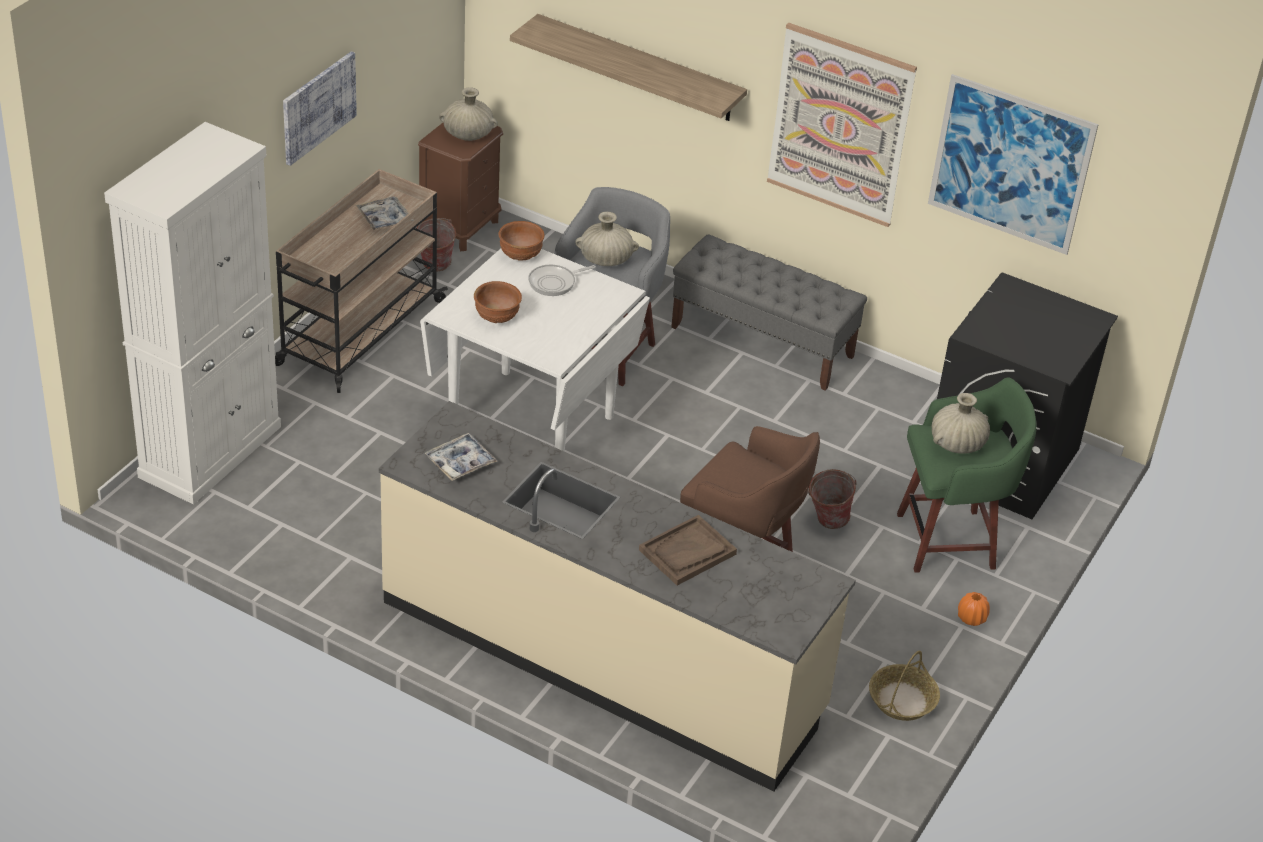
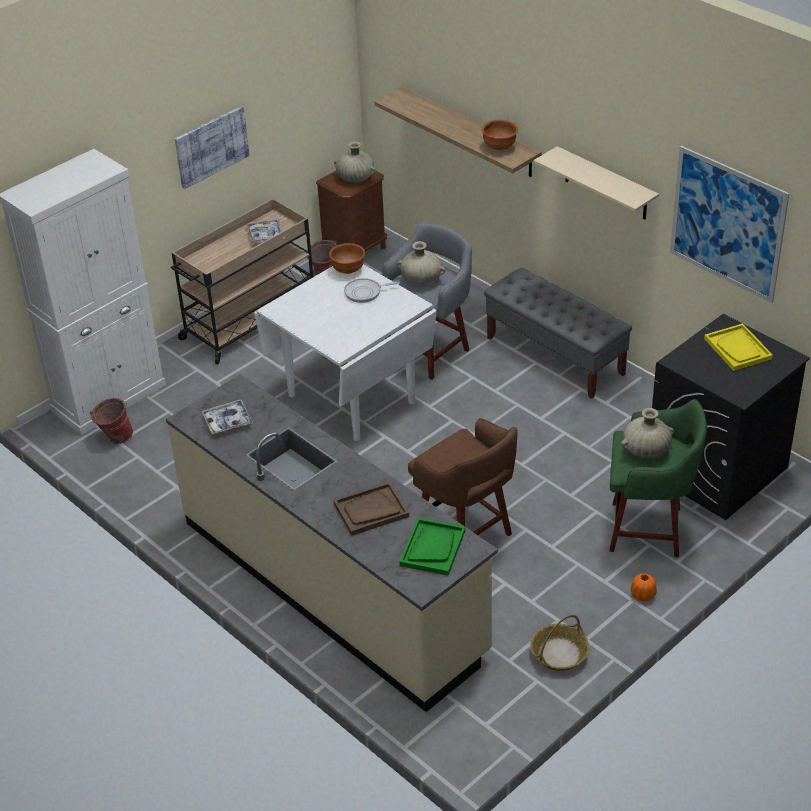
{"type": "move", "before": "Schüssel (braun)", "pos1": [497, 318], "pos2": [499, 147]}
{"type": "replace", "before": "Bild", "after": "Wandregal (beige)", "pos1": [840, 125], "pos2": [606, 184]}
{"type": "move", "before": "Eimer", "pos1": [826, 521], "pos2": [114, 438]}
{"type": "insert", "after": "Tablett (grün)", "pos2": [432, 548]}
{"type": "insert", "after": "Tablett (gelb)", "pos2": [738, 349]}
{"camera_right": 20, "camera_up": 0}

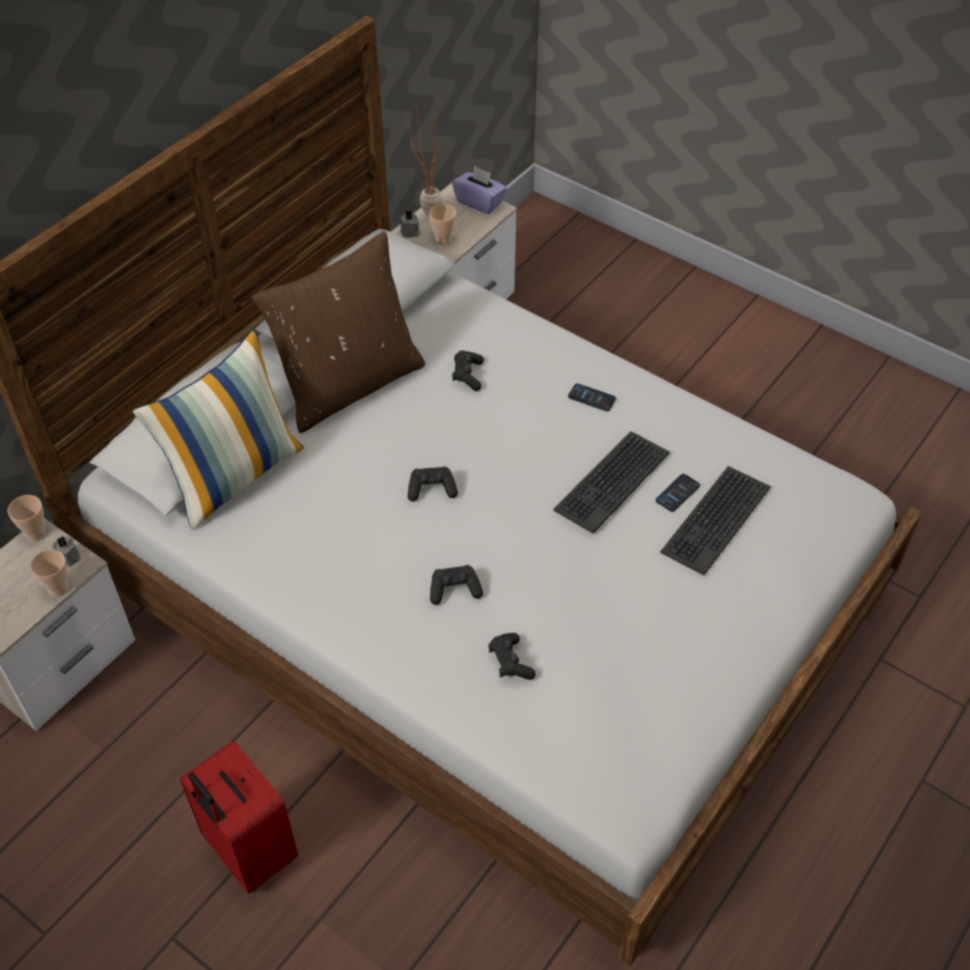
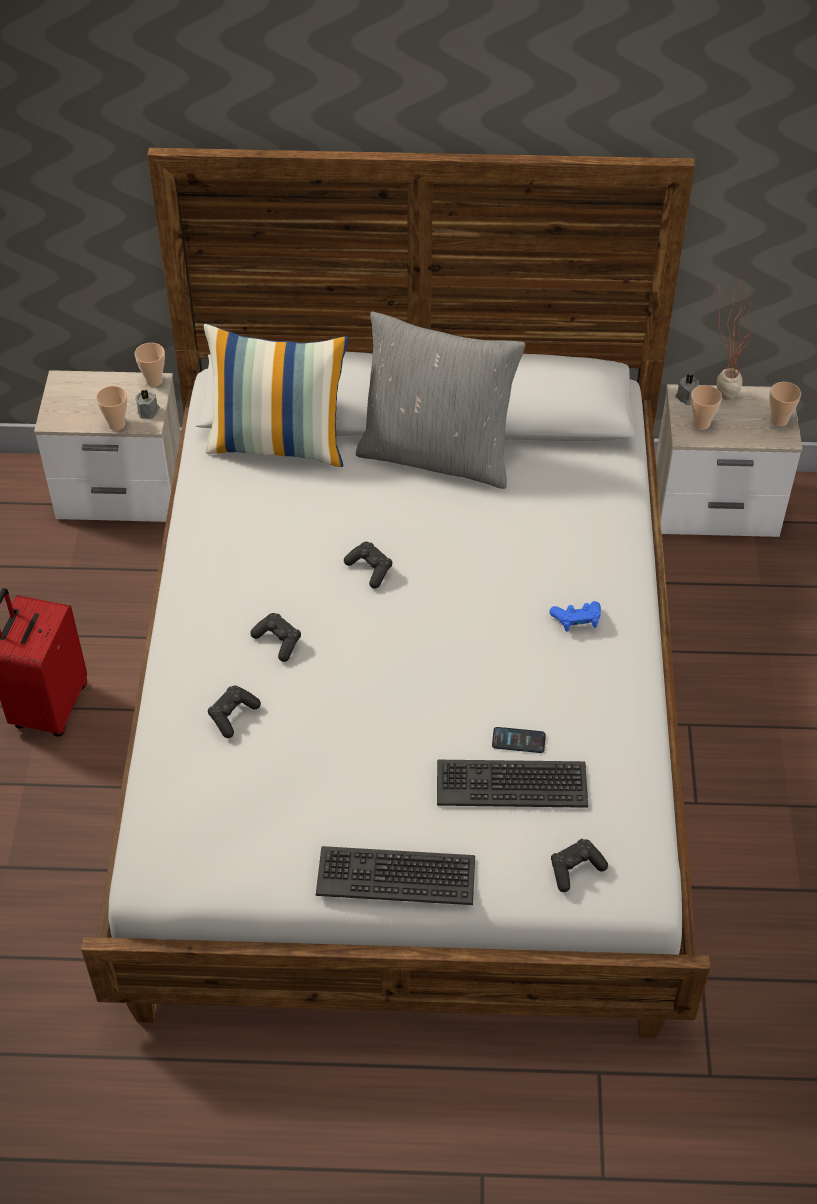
{"type": "recolor", "before": "Kissen (braun)", "after": "Kissen (grau)", "pos1": [349, 384], "pos2": [437, 454]}
{"type": "replace", "before": "Taschentuchbox (lila)", "after": "Tasse", "pos1": [479, 202], "pos2": [779, 420]}
{"type": "move", "before": "Gamepad (schwarz)", "pos1": [467, 375], "pos2": [575, 869]}
{"type": "move", "before": "Tastatur", "pos1": [611, 481], "pos2": [396, 875]}
{"type": "replace", "before": "Handy", "after": "Gamepad (blau)", "pos1": [591, 398], "pos2": [577, 621]}
{"camera_right": 55, "camera_up": 0}

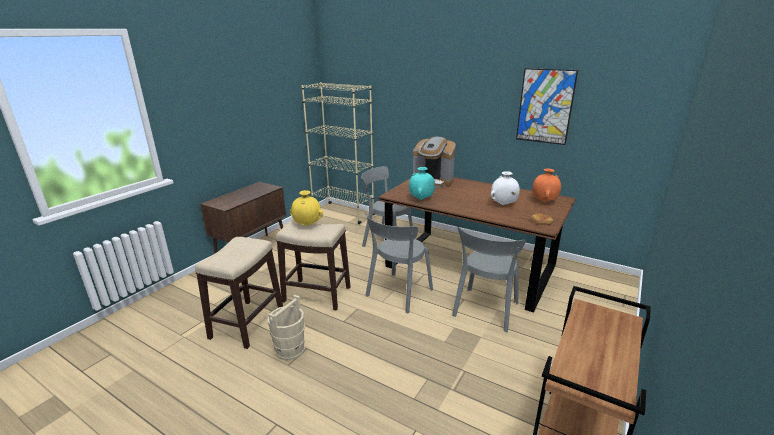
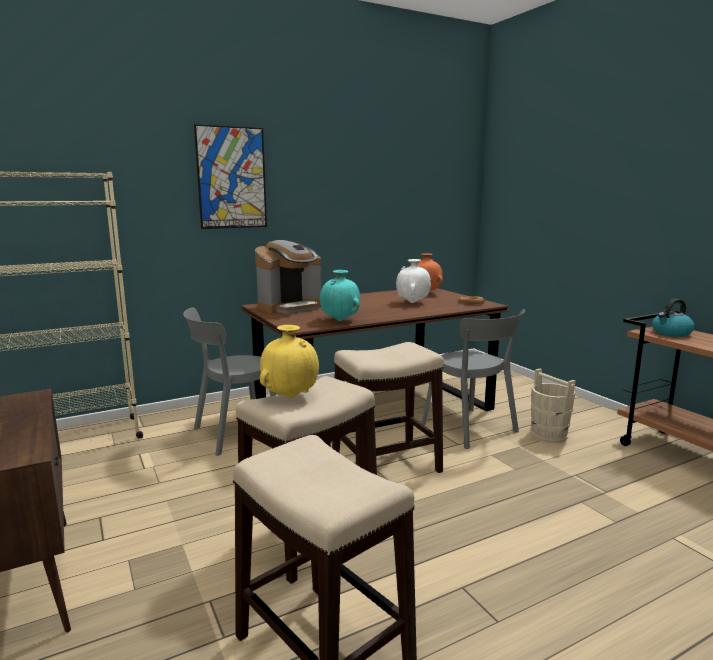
{"type": "move", "before": "Eimer (beige)", "pos1": [289, 349], "pos2": [549, 435]}
{"type": "replace", "before": "Stuhl (grau)", "after": "Hocker", "pos1": [397, 294], "pos2": [385, 467]}
{"type": "move", "before": "Bild", "pos1": [545, 106], "pos2": [232, 178]}
{"type": "insert", "after": "Wasserkessel", "pos2": [671, 333]}
{"camera_right": -60, "camera_up": -10}

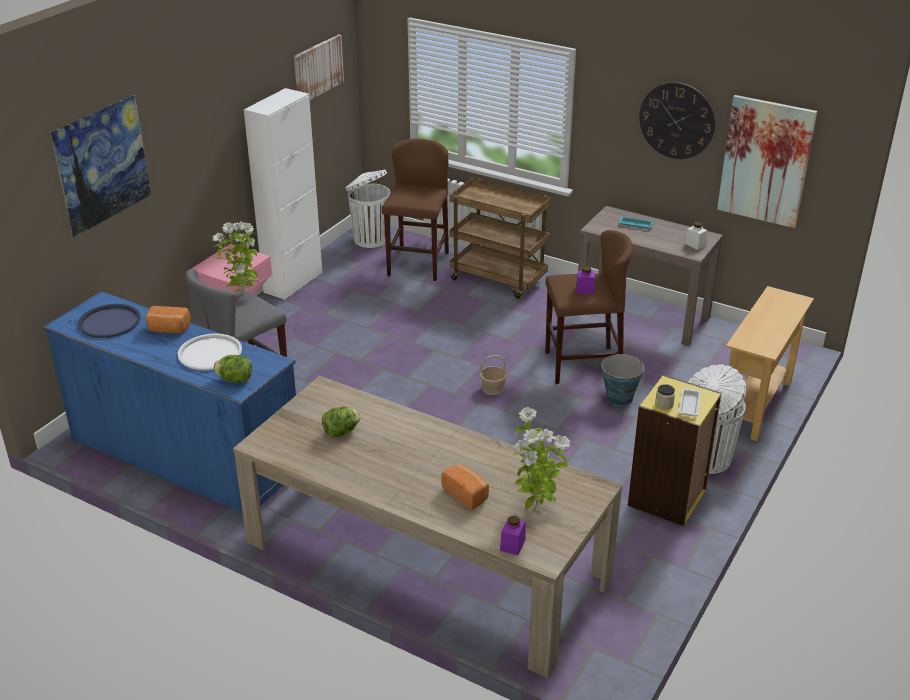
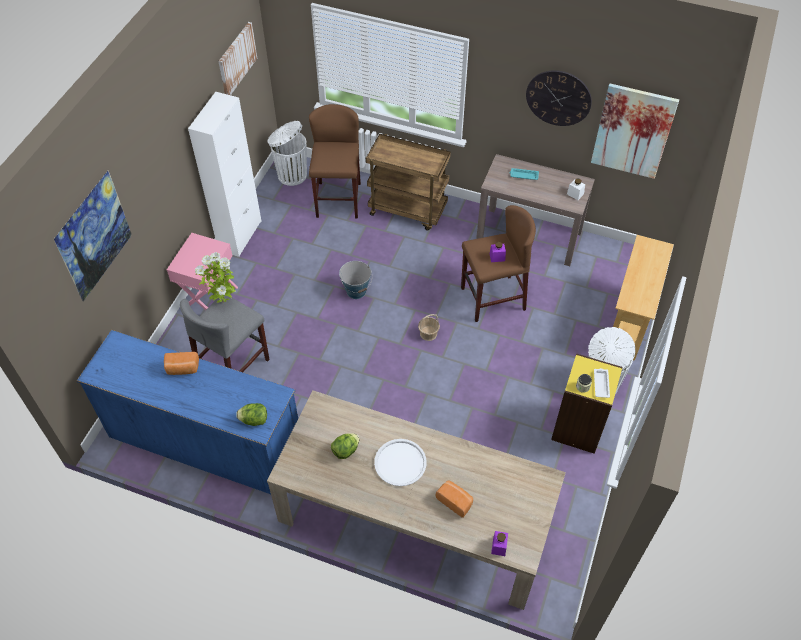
{"type": "delete", "before": "Tablett (blau)", "pos1": [109, 322]}
{"type": "move", "before": "Tablett (weiß)", "pos1": [210, 353], "pos2": [400, 463]}
{"type": "delete", "before": "Topfpflanze", "pos1": [535, 506]}
{"type": "move", "before": "Eimer", "pos1": [619, 398], "pos2": [356, 291]}
{"camera_right": -10, "camera_up": 20}

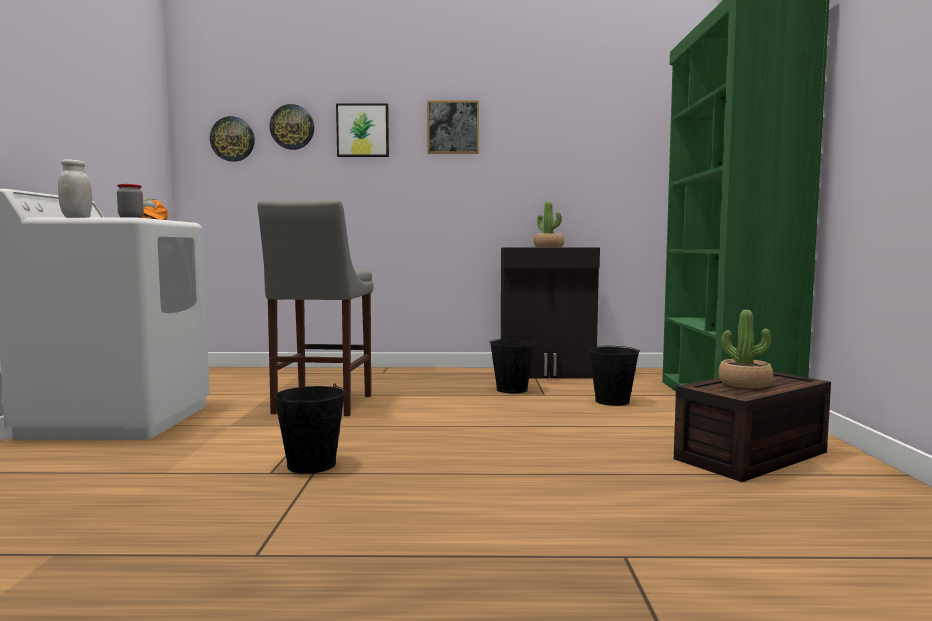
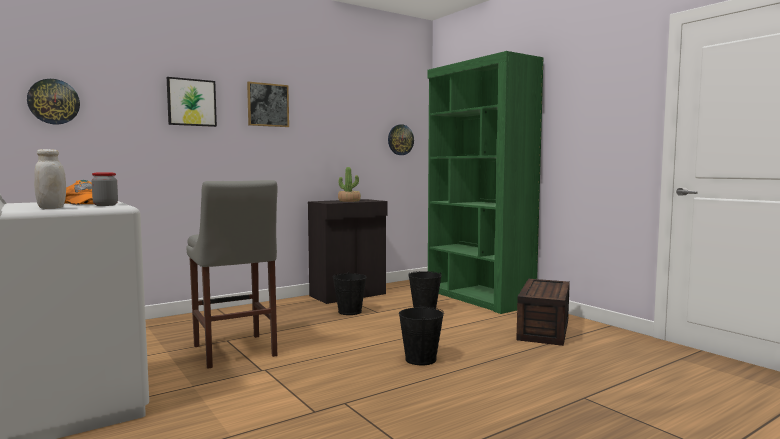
{"type": "move", "before": "Wanduhr", "pos1": [292, 127], "pos2": [400, 140]}
{"type": "move", "before": "Eimer (schwarz)", "pos1": [311, 465], "pos2": [420, 359]}
{"type": "delete", "before": "Topfpflanze", "pos1": [745, 384]}
{"camera_right": -35, "camera_up": 0}

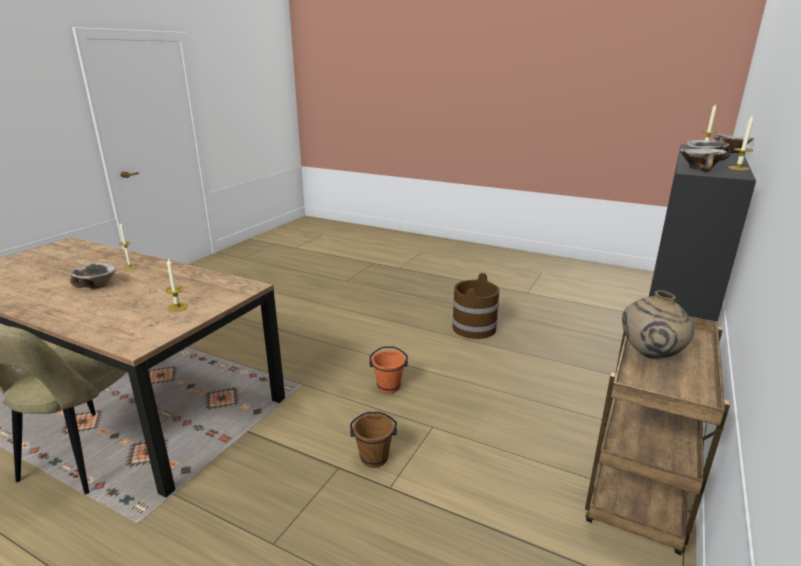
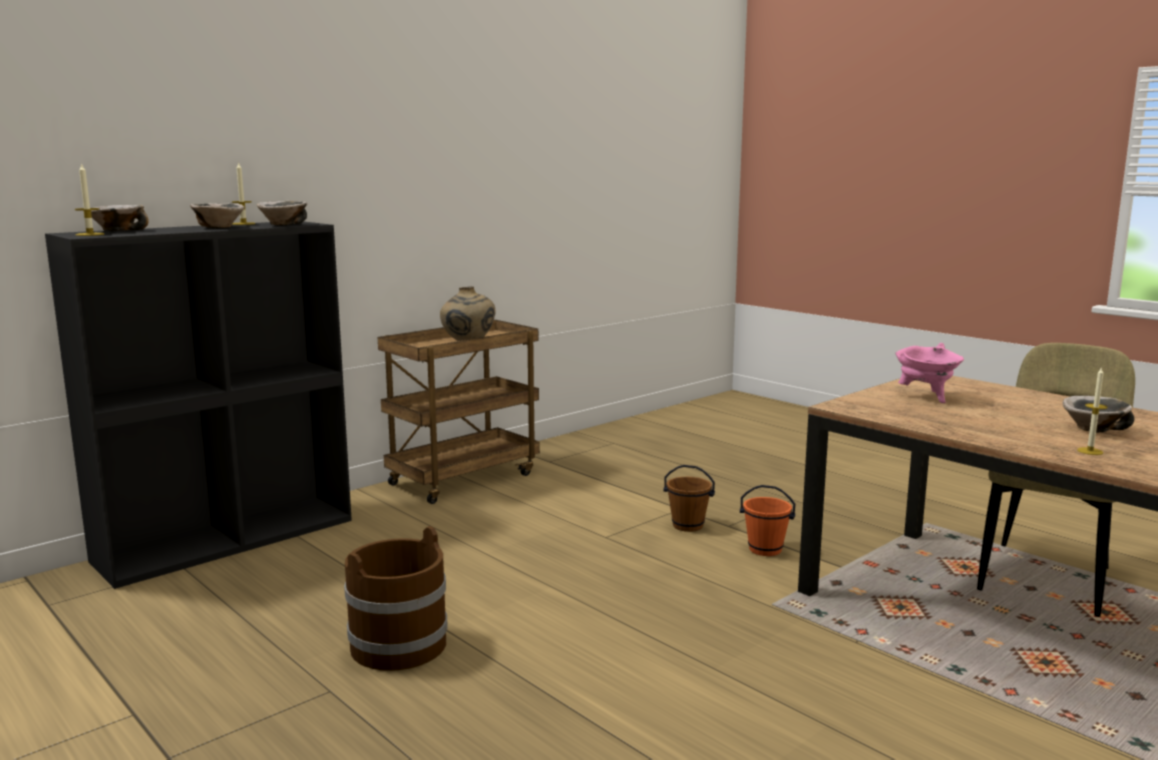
{"type": "replace", "before": "Kerze", "after": "Kochtopf (rosa)", "pos1": [177, 307], "pos2": [926, 397]}
{"type": "move", "before": "Eimer (orange)", "pos1": [388, 387], "pos2": [765, 549]}
{"camera_right": -160, "camera_up": -10}

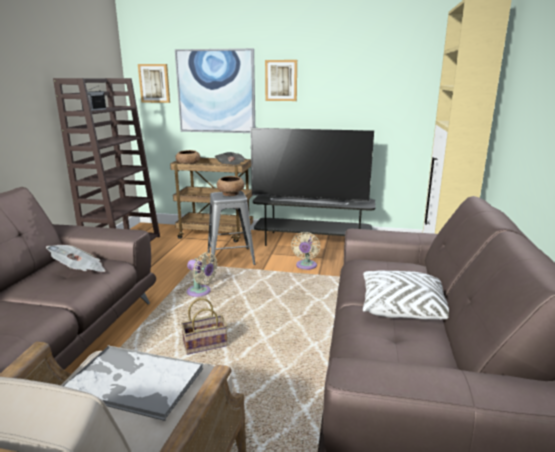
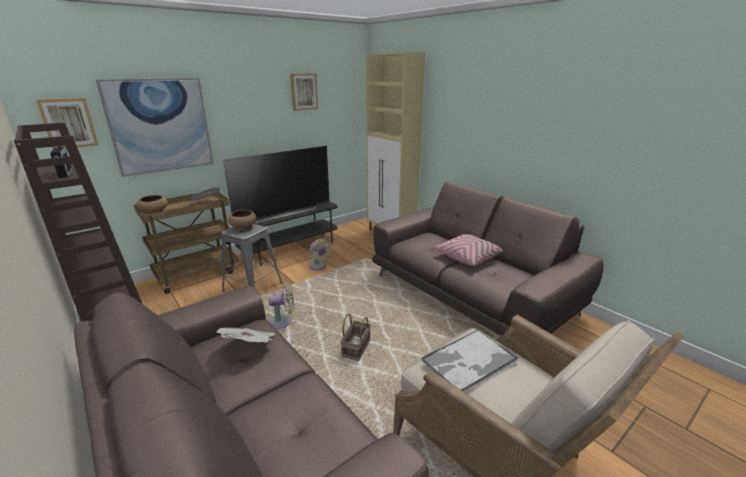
{"type": "move", "before": "Bild", "pos1": [281, 80], "pos2": [304, 91]}
{"type": "recolor", "before": "Kissen (weiß)", "after": "Kissen (rosa)", "pos1": [403, 308], "pos2": [468, 257]}
{"camera_right": -50, "camera_up": 5}

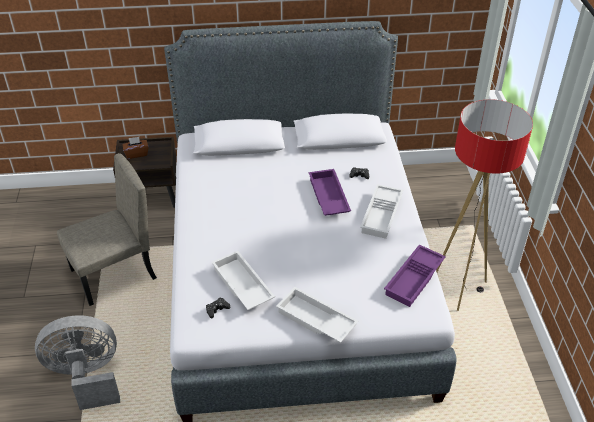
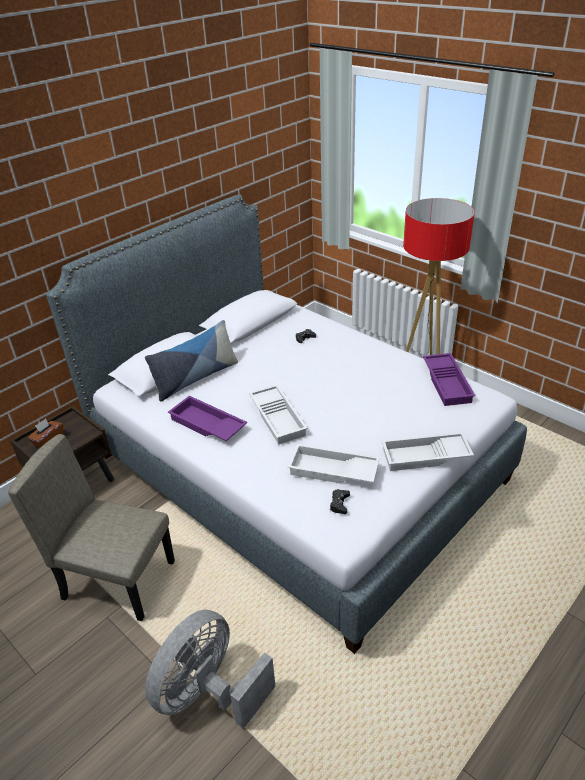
{"type": "rotate", "before": "Stuhl (beige)", "pos1": [113, 274], "pos2": [119, 579], "turn": -90}
{"type": "move", "before": "Tablett (lila)", "pos1": [327, 197], "pos2": [206, 425]}
{"type": "move", "before": "Tablett (weiß)", "pos1": [382, 215], "pos2": [279, 418]}
{"type": "insert", "after": "Kissen", "pos2": [196, 378]}
{"camera_right": -40, "camera_up": -5}

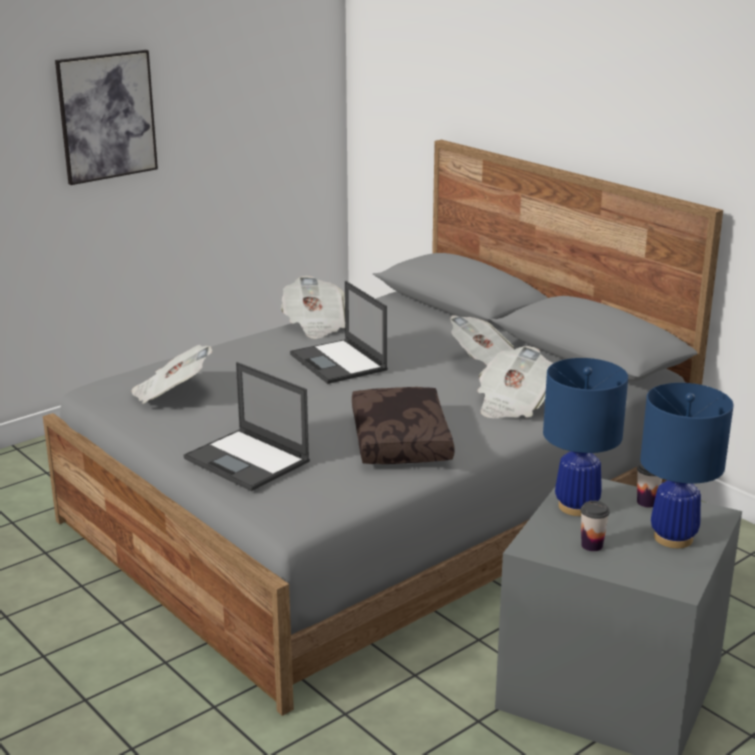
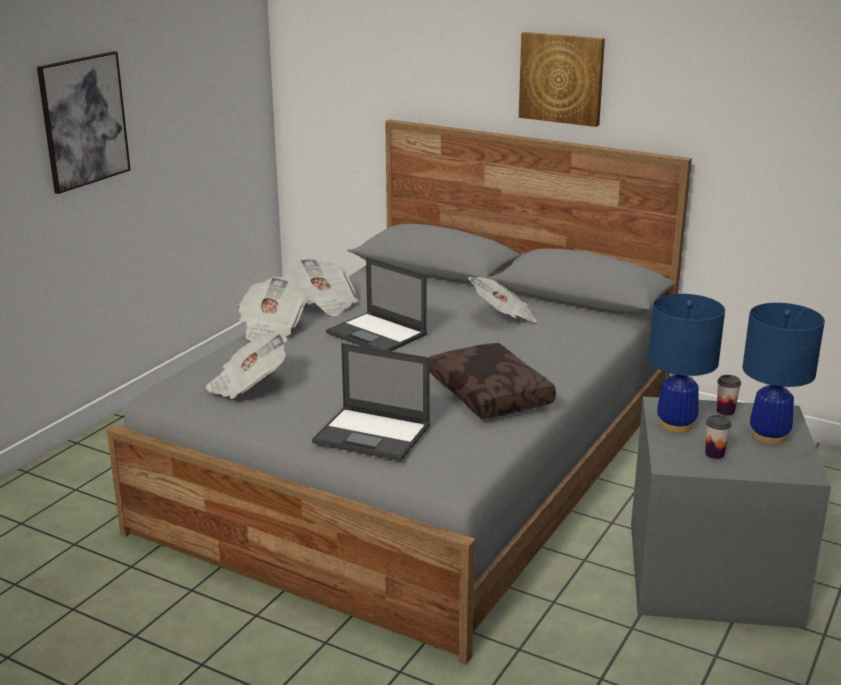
{"type": "move", "before": "Zeitung", "pos1": [512, 404], "pos2": [271, 328]}
{"type": "insert", "after": "Bild", "pos2": [561, 78]}
{"camera_right": -20, "camera_up": 0}

